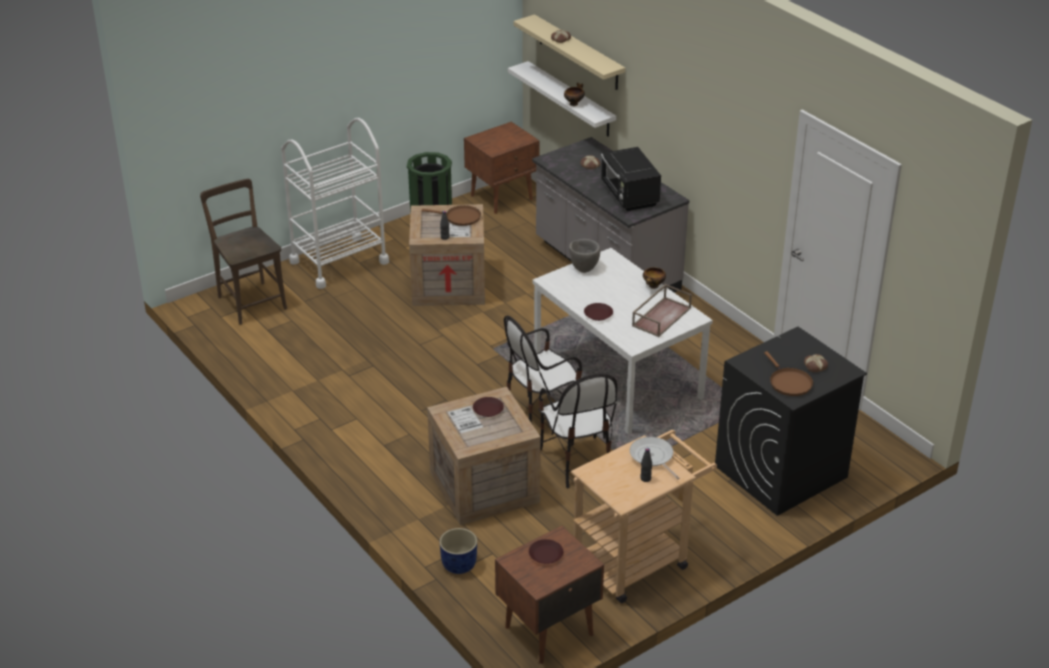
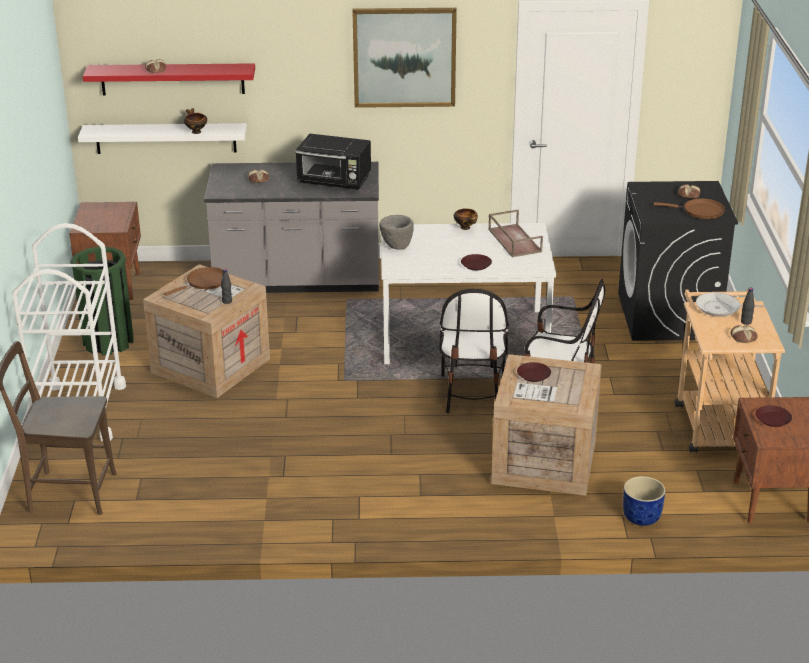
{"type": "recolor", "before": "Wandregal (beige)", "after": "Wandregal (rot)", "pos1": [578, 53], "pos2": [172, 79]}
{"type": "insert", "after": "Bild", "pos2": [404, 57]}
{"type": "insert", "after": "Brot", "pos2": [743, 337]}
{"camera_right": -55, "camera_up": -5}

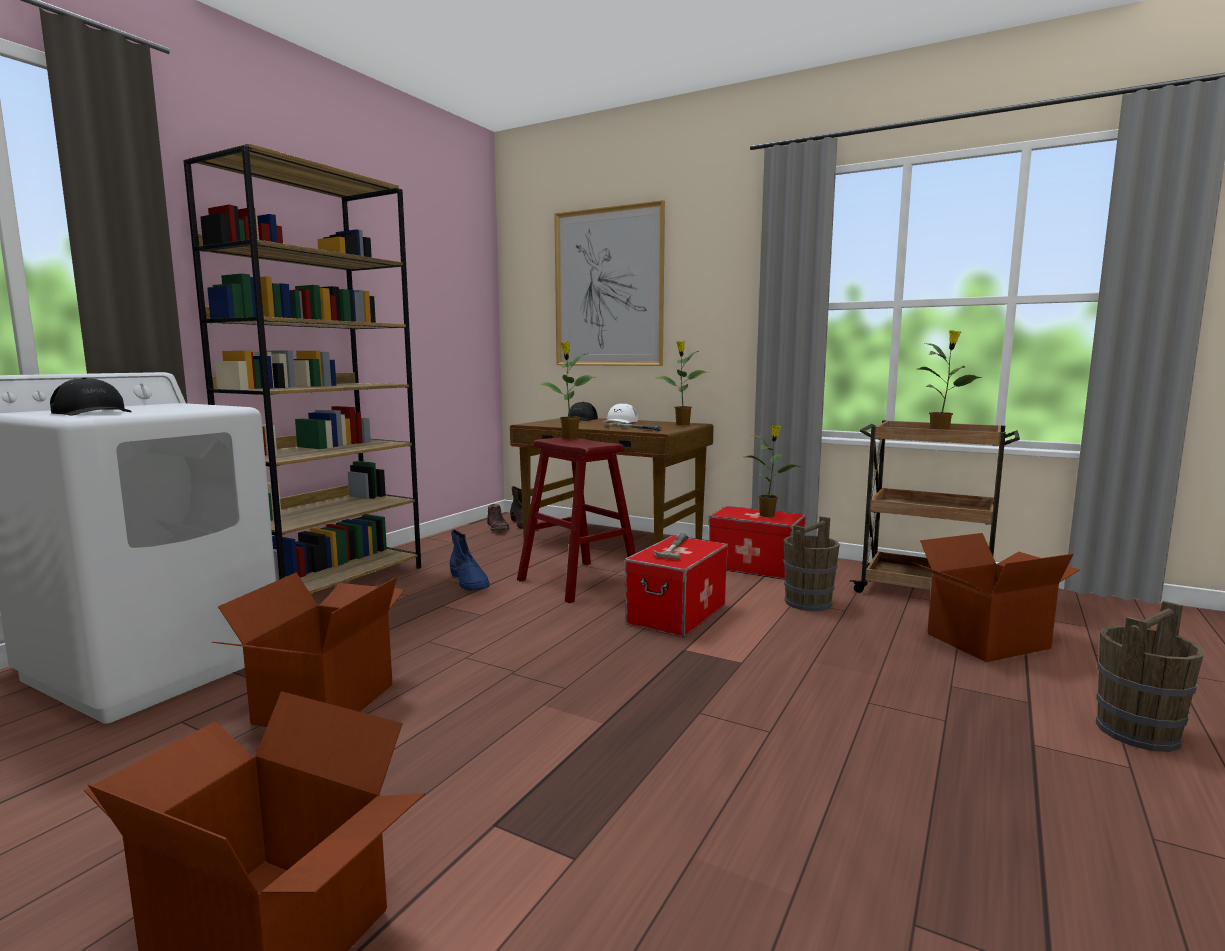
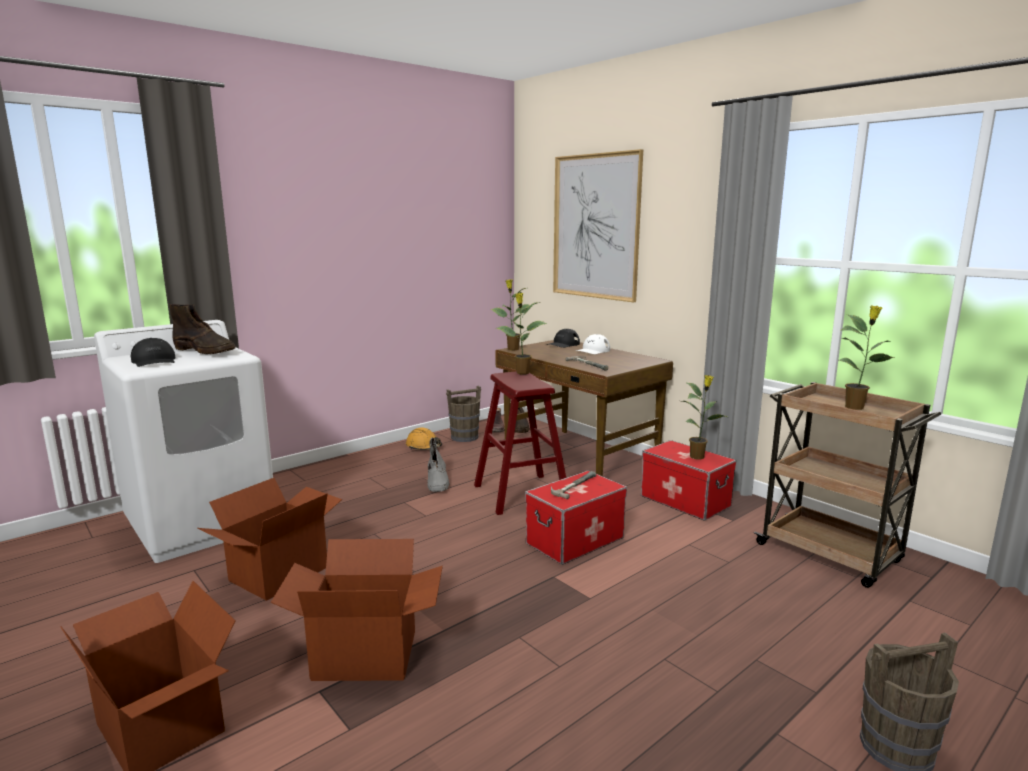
{"type": "delete", "before": "Bücherregal (braun)", "pos1": [332, 582]}
{"type": "recolor", "before": "Stiefel (blau)", "after": "Stiefel (grau)", "pos1": [469, 582], "pos2": [438, 482]}
{"type": "move", "before": "Topfpflanze", "pos1": [682, 424], "pos2": [512, 349]}
{"type": "move", "before": "Eimer (braun)", "pos1": [808, 602], "pos2": [465, 437]}
{"type": "move", "before": "Karton", "pos1": [986, 640], "pos2": [366, 653]}
{"type": "insert", "after": "Stiefel (braun)", "pos2": [205, 351]}
{"type": "insert", "after": "Schutzhelm (orange)", "pos2": [424, 447]}
{"camera_right": 20, "camera_up": 5}

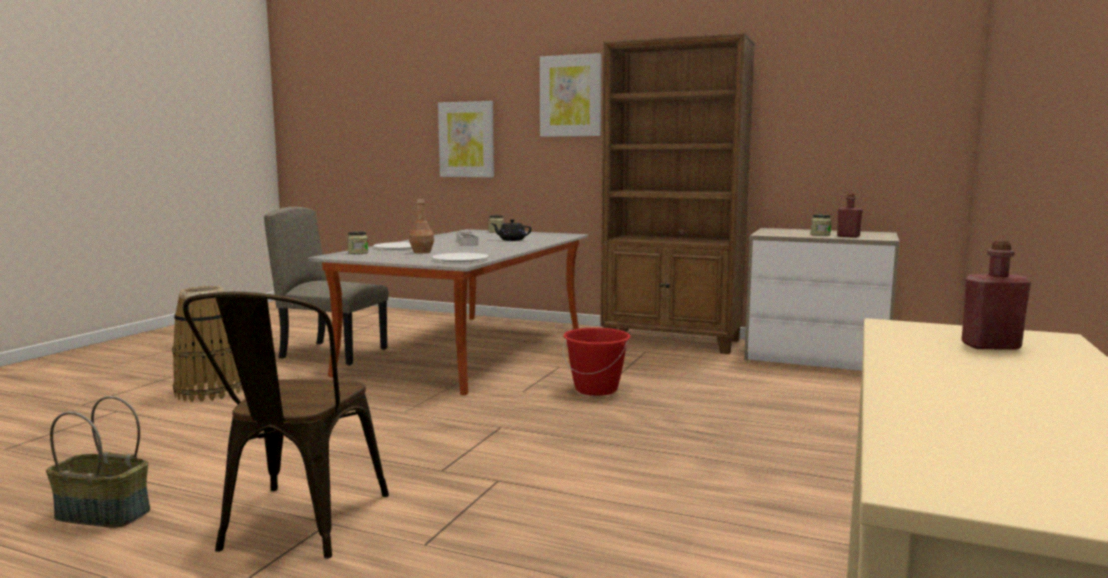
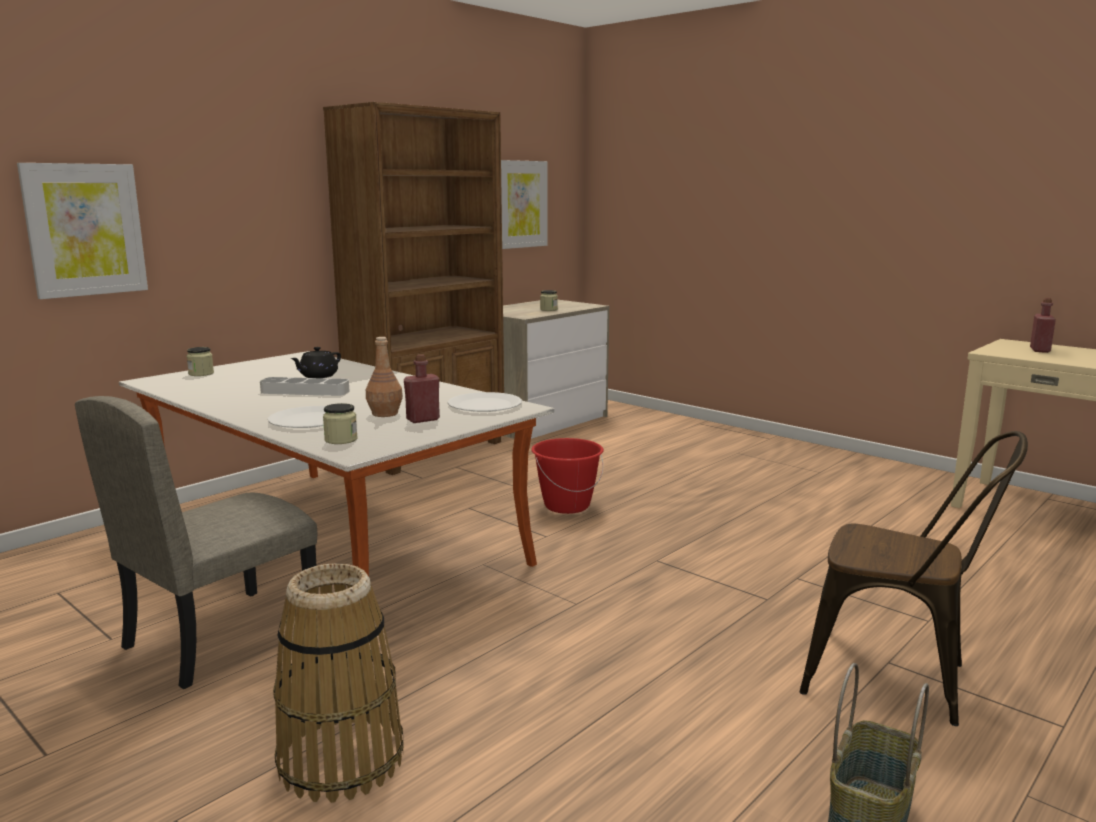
{"type": "move", "before": "Bild", "pos1": [570, 96], "pos2": [521, 204]}
{"type": "move", "before": "Flasche (rot)", "pos1": [848, 236], "pos2": [423, 419]}
{"camera_right": -70, "camera_up": 5}

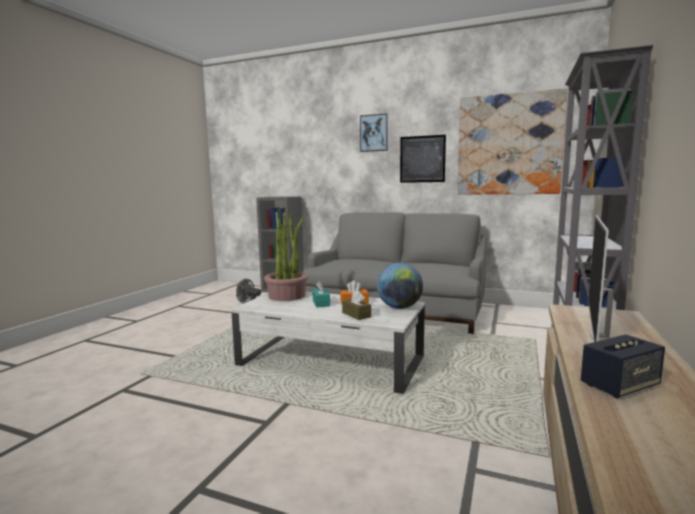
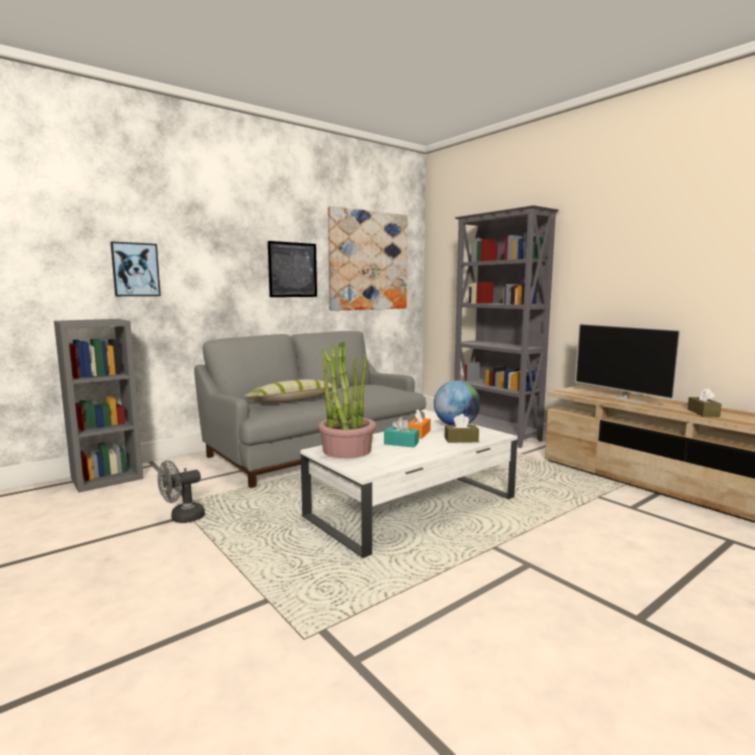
{"type": "move", "before": "Bild", "pos1": [374, 133], "pos2": [135, 269]}
{"type": "replace", "before": "Lautsprecher", "after": "Taschentuchbox (braun)", "pos1": [619, 386], "pos2": [703, 413]}
{"type": "insert", "after": "Kissen", "pos2": [291, 401]}
{"camera_right": -60, "camera_up": 0}

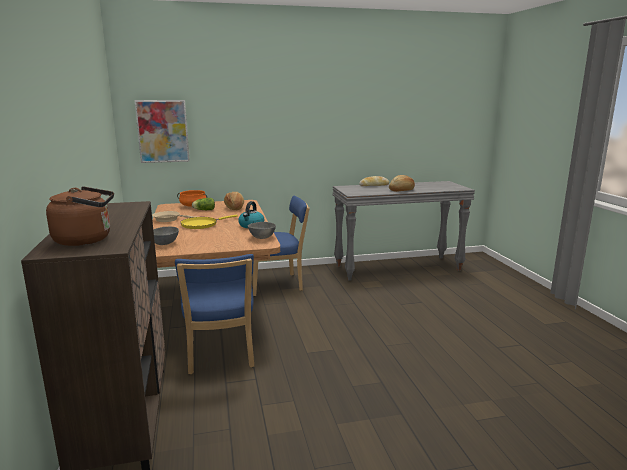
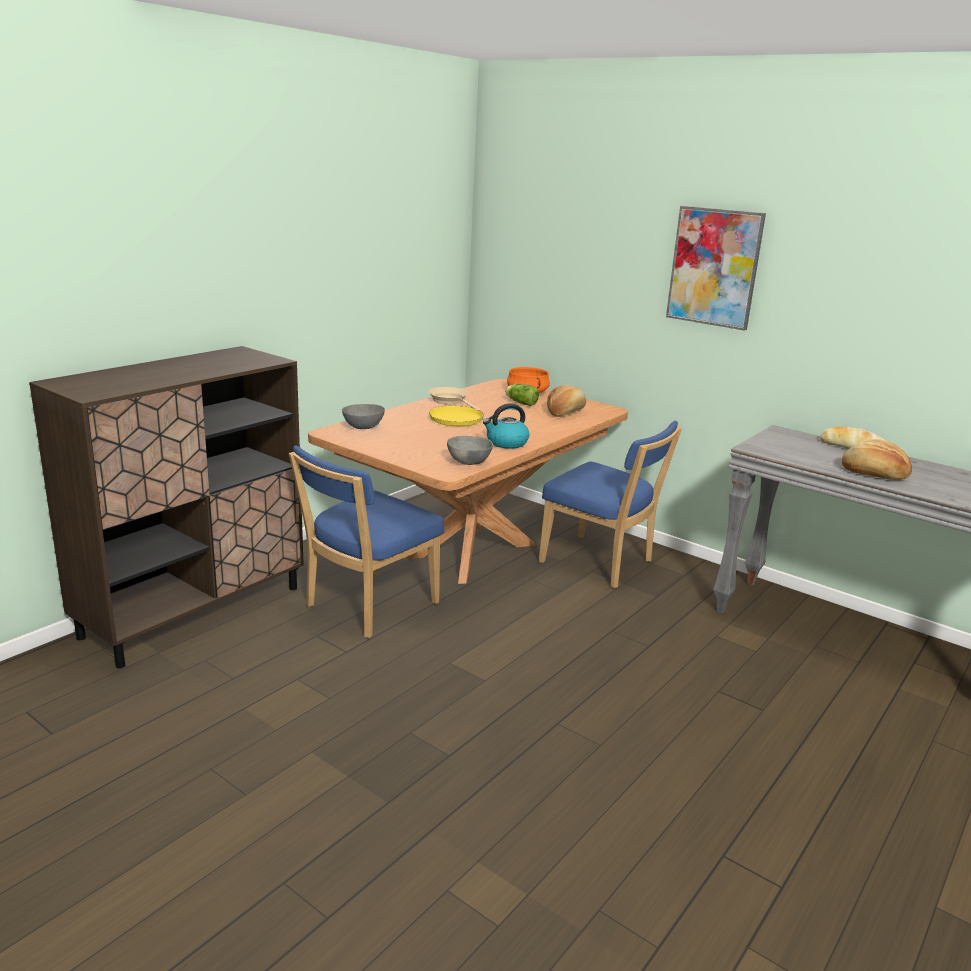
{"type": "delete", "before": "Wasserkessel (braun)", "pos1": [87, 240]}
{"type": "move", "before": "Bild", "pos1": [163, 131], "pos2": [714, 267]}
{"camera_right": 50, "camera_up": 5}

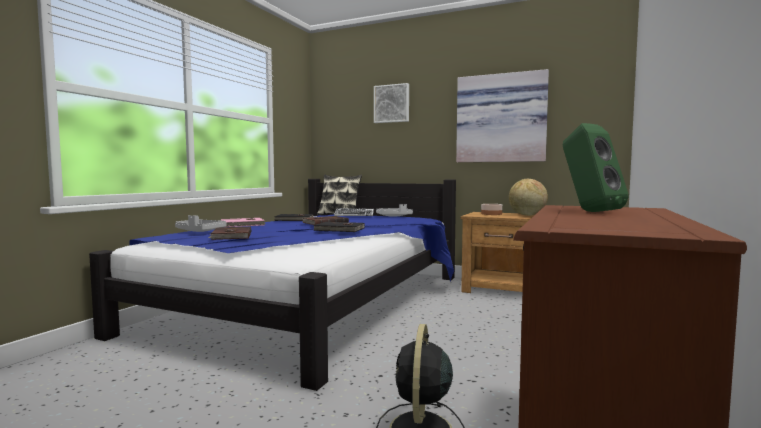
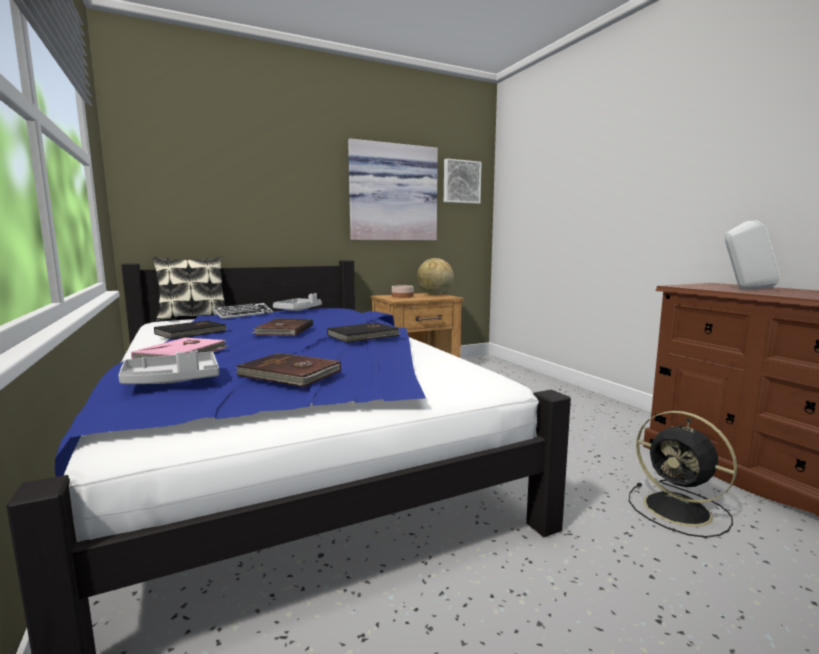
{"type": "move", "before": "Bild", "pos1": [392, 103], "pos2": [461, 182]}
{"type": "recolor", "before": "Lautsprecher (grün)", "after": "Lautsprecher (weiß)", "pos1": [589, 211], "pos2": [745, 289]}
{"camera_right": -50, "camera_up": 5}

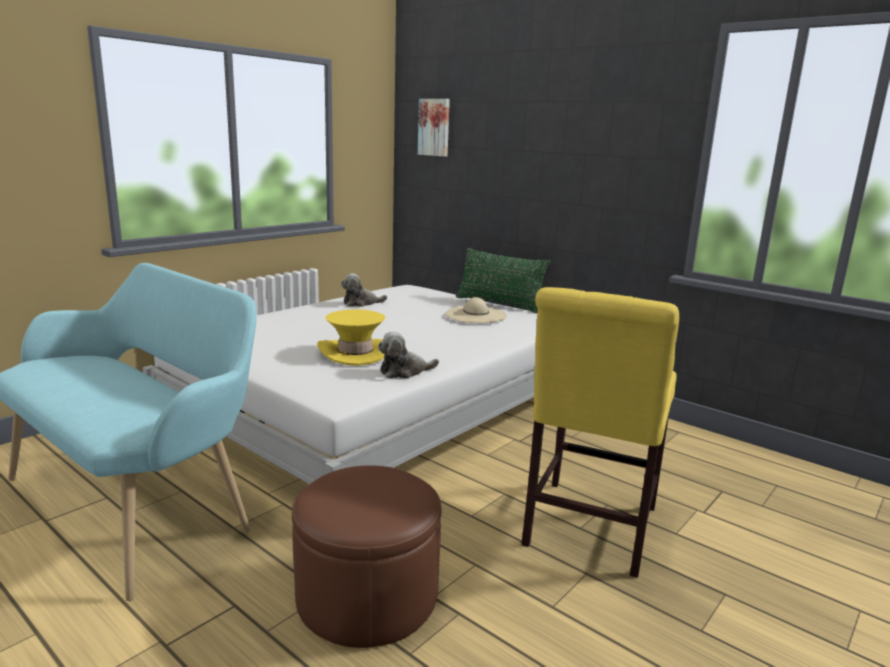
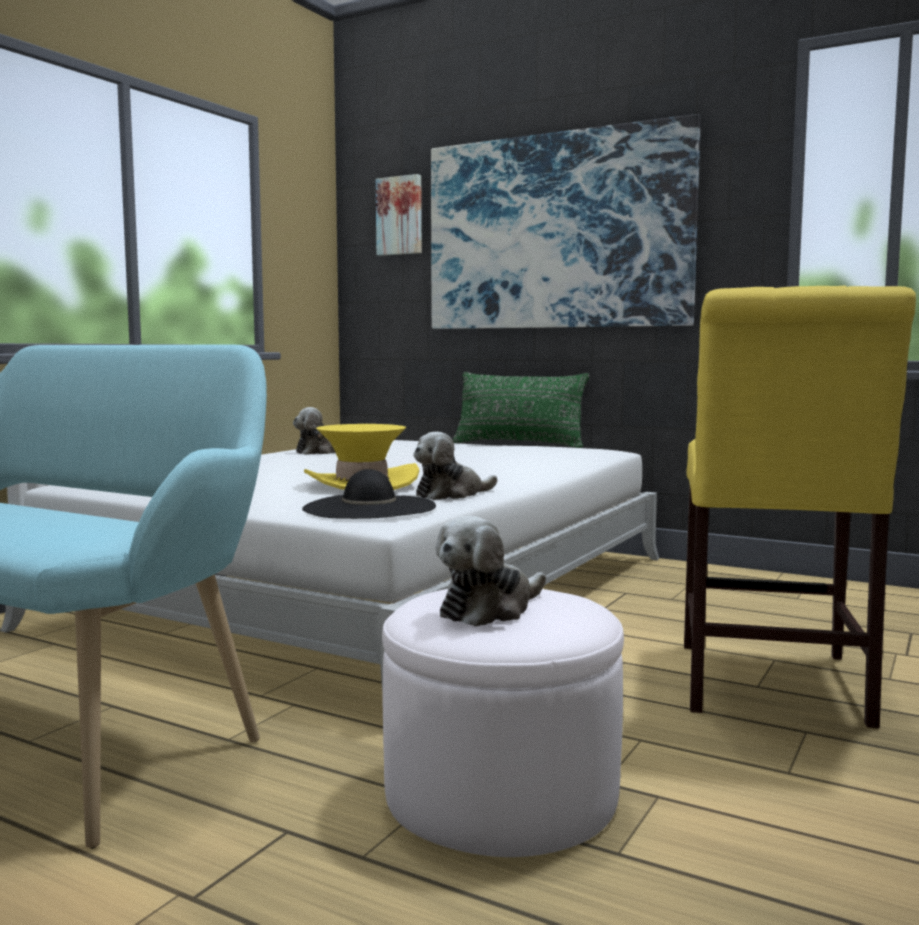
{"type": "recolor", "before": "Polsterhocker (braun)", "after": "Polsterhocker (weiß)", "pos1": [367, 596], "pos2": [501, 793]}
{"type": "delete", "before": "Hut (beige)", "pos1": [476, 315]}
{"type": "insert", "after": "Hut (schwarz)", "pos2": [369, 507]}
{"type": "insert", "after": "Bild", "pos2": [556, 232]}
{"type": "insert", "after": "Plüschtier", "pos2": [489, 609]}
{"camera_right": -10, "camera_up": -10}

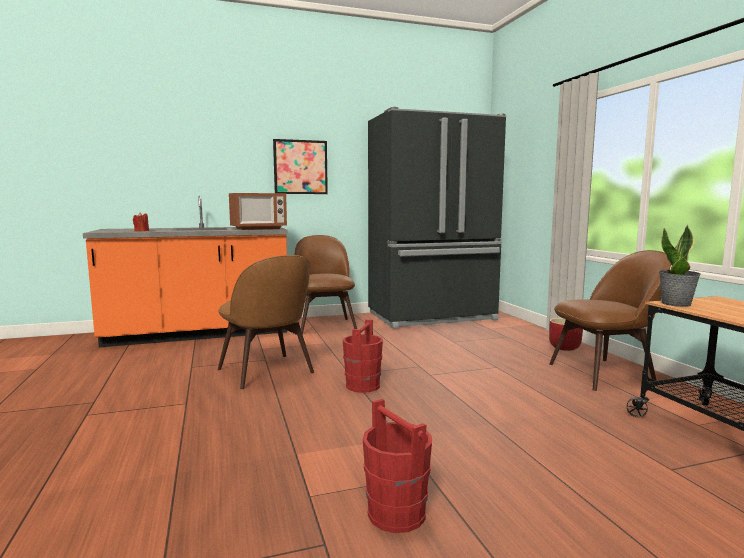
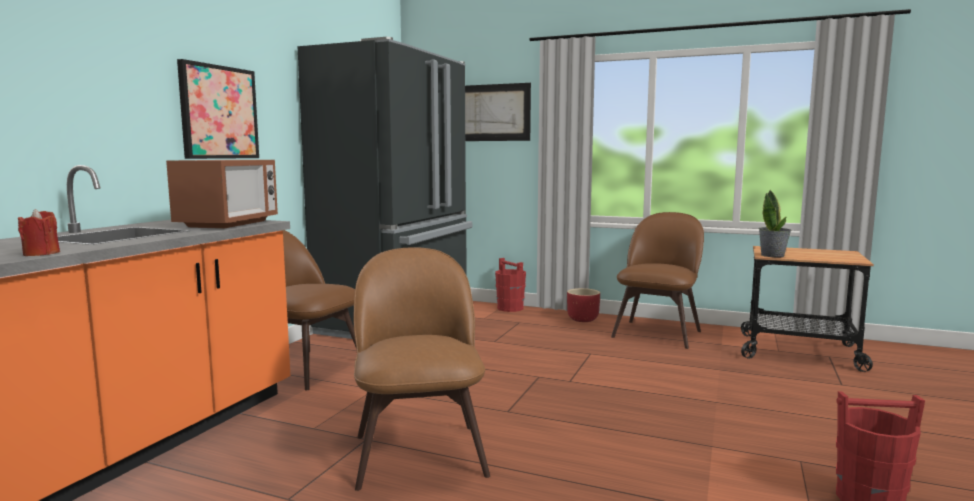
{"type": "rotate", "before": "Stuhl (braun)", "pos1": [267, 372], "pos2": [419, 451], "turn": -105}
{"type": "move", "before": "Eimer (rot)", "pos1": [363, 385], "pos2": [510, 308]}
{"type": "insert", "after": "Bild", "pos2": [491, 112]}
{"camera_right": -50, "camera_up": 0}

